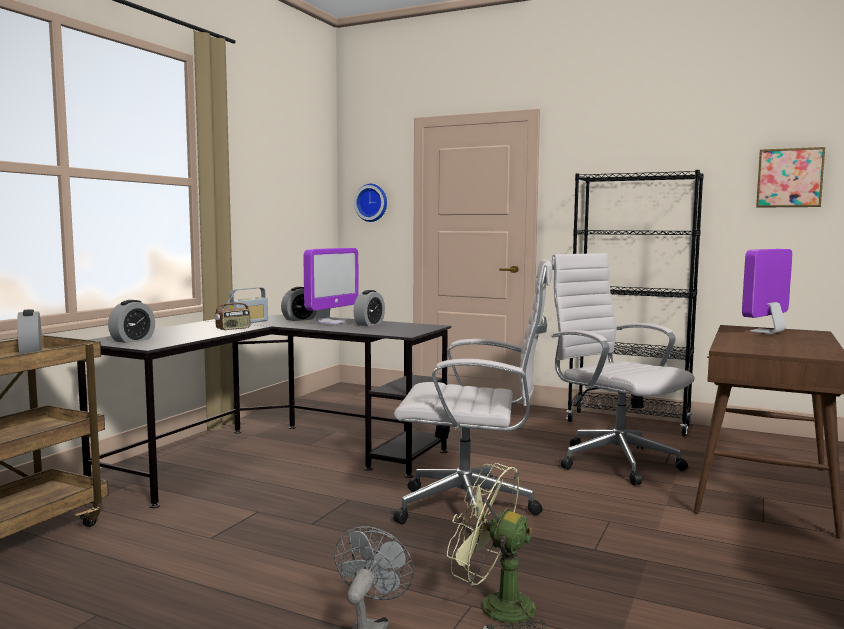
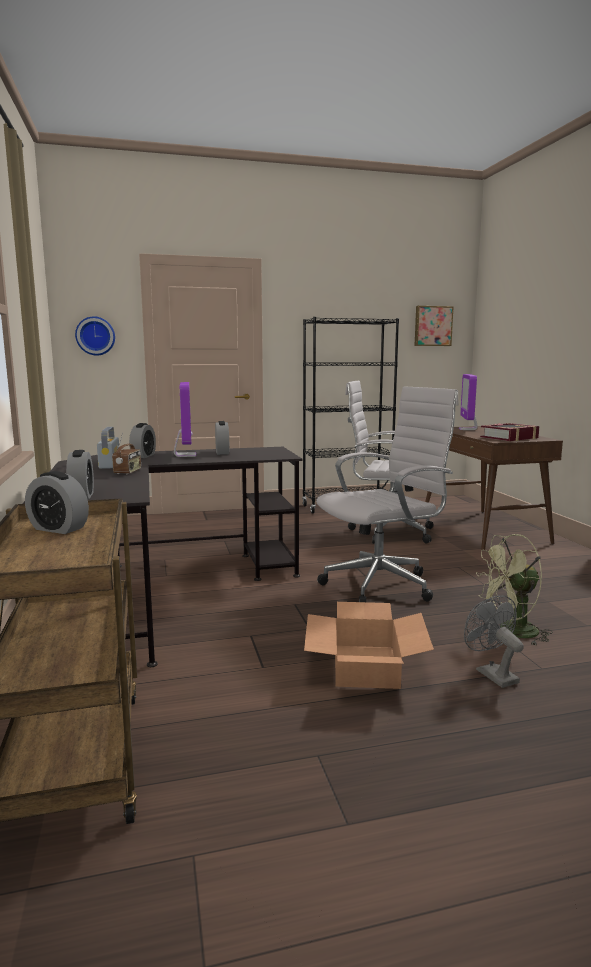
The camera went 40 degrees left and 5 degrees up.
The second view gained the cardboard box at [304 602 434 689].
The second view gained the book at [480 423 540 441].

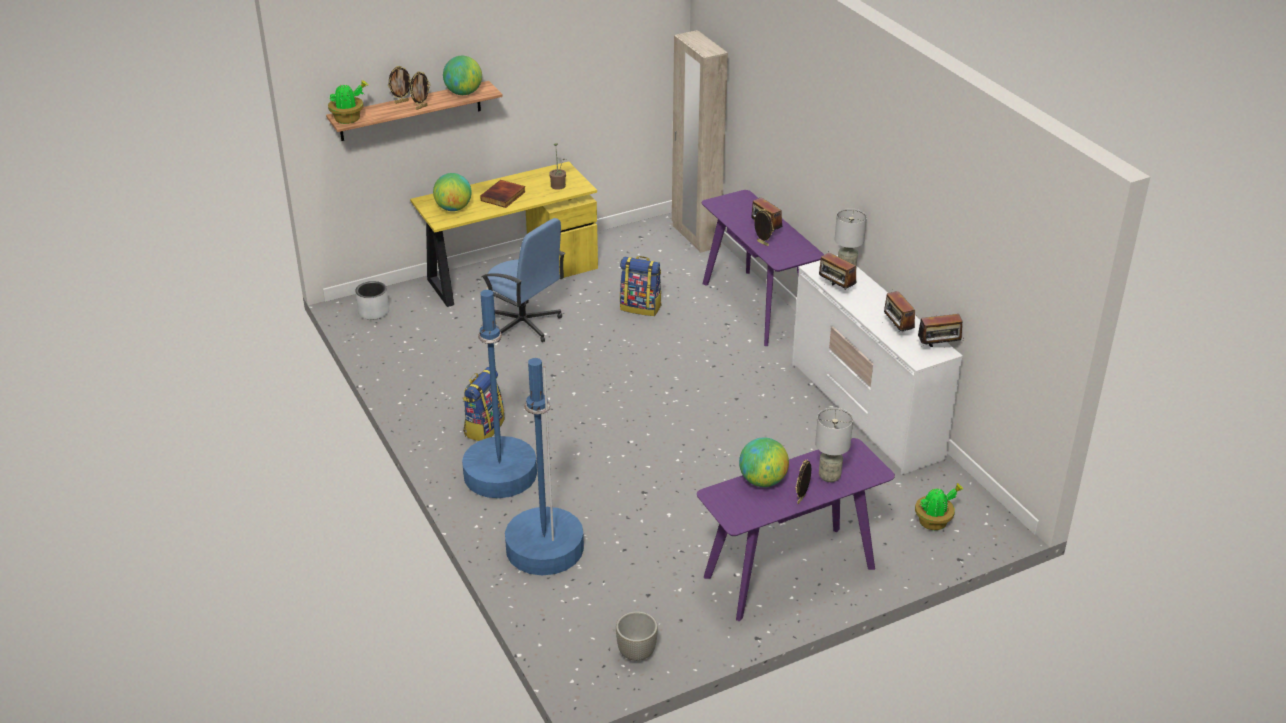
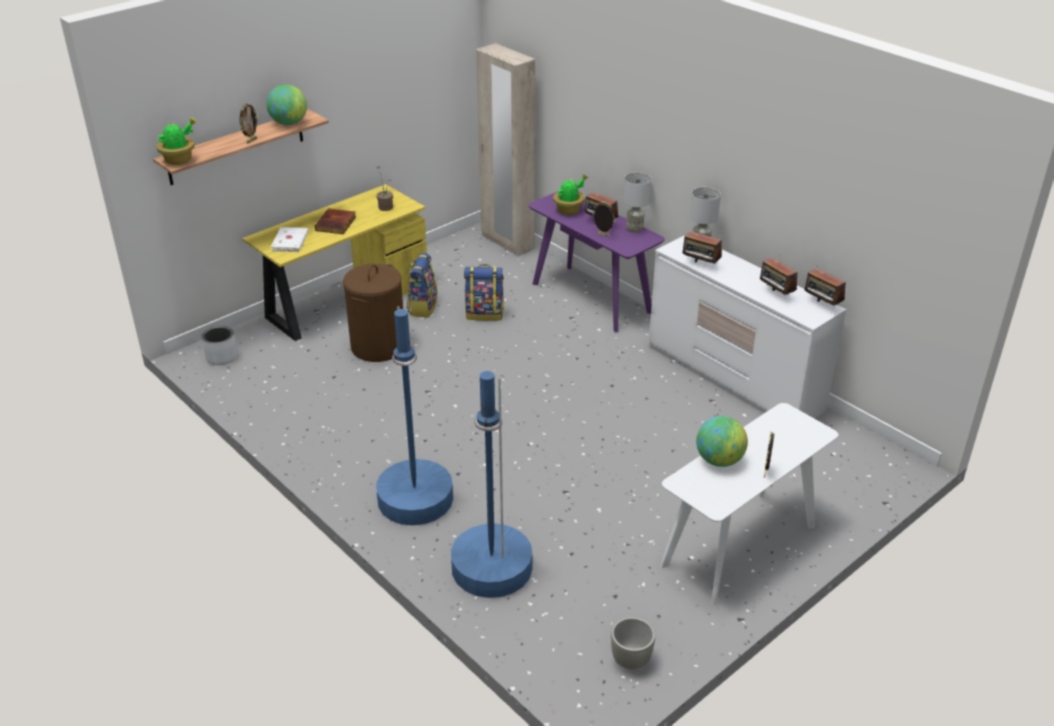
The camera went 15 degrees left and 0 degrees up.
Where the globe stood at [433 173 472 211], the book (white) came to stand at [271 227 309 252].
Where the office chair (blue) stood at [481 218 565 342], the laundry basket (brown) came to stand at [343 264 403 362].
The backpack ended up elsewhere, having gone from [463 367 505 441] to [407 253 438 318].
The potted plant ended up elsewhere, having gone from [915 483 964 530] to [553 174 588 215].
The table lamp (grey) ended up elsewhere, having gone from [815 407 853 482] to [623 172 652 233].
What was the console table (purple) at [697 438 895 621] turned into the console table (white) at [660 403 838 605].
The radio at [918 314 964 347] ended up facing another way, 75 degrees clockwise from before.
The second view lost the picture frame at [388 66 412 104].

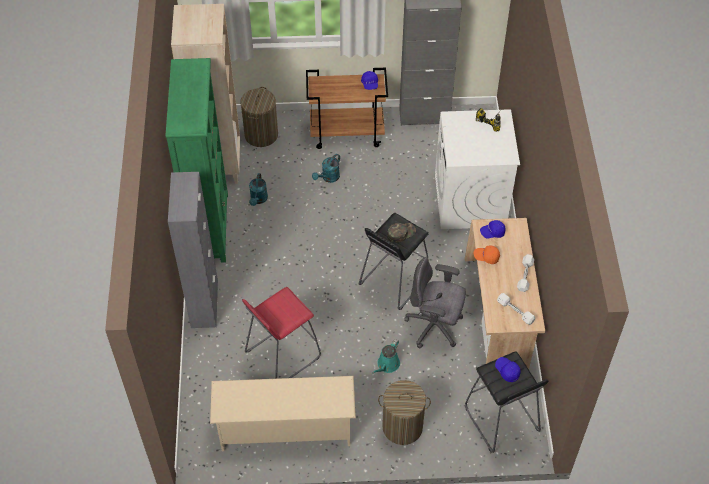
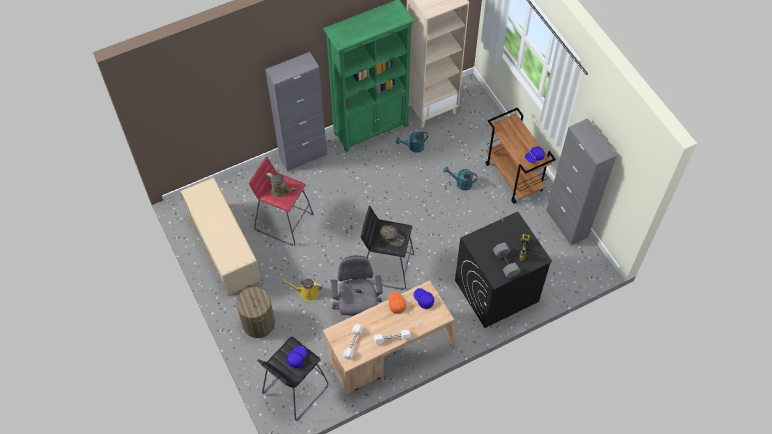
The camera went 65 degrees right and 5 degrees up.
The second view gained the watering can (brown) at [265 173 300 198].
What was the watering can (turquoise) at [372 339 400 374] turned into the watering can (yellow) at [281 278 323 301].
What was the washing machine (white) at [435 109 520 229] turned into the washing machine (black) at [455 212 553 328].
The second view gained the dumbbell (grey) at [493 242 521 279].
The second view lost the laundry basket at [240 87 278 147].

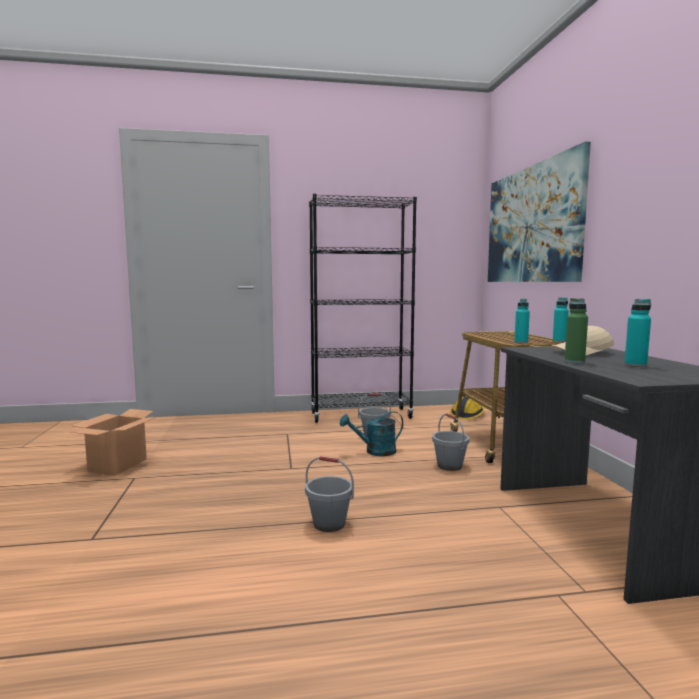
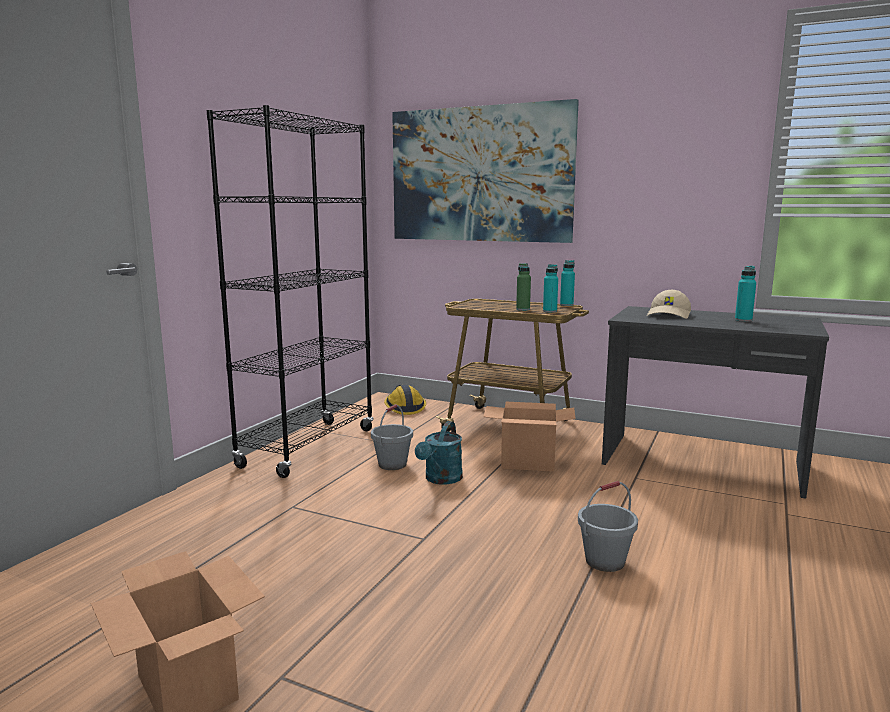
The camera went 55 degrees left and 5 degrees up.
Where the bucket (grey) stood at [432 413 469 471], the cardboard box came to stand at [483 402 576 472].
The bottle (green) ended up elsewhere, having gone from [564 298 588 363] to [516 263 531 311].

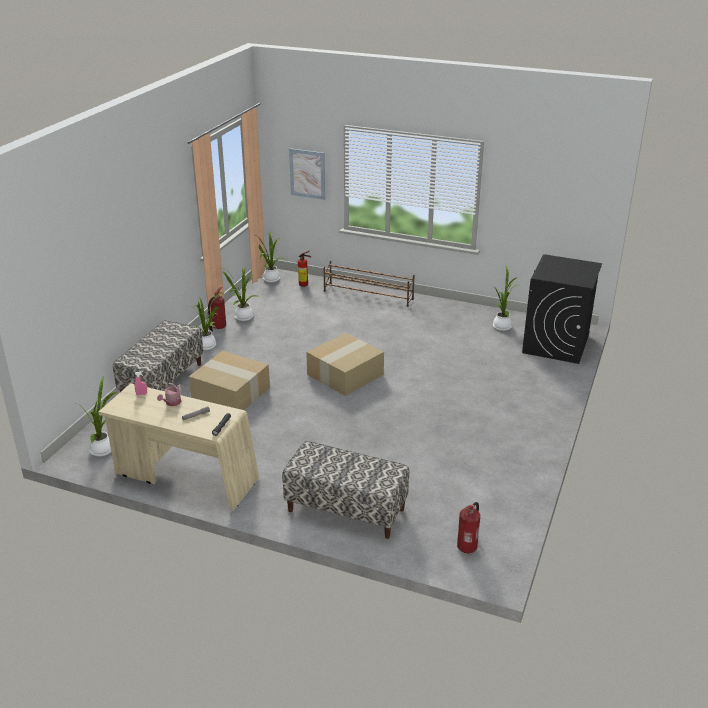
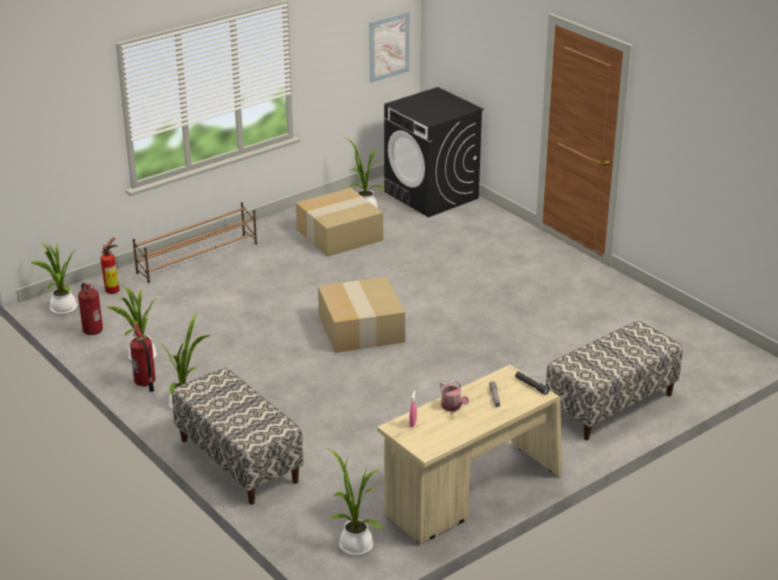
The camera went 60 degrees left and 0 degrees up.
The fire extinguisher ended up elsewhere, having gone from [457 502 480 554] to [78 283 103 335].
The cardboard box ended up elsewhere, having gone from [189 351 270 410] to [296 188 383 257].
The picture ended up elsewhere, having gone from [289 148 325 200] to [369 12 410 83].

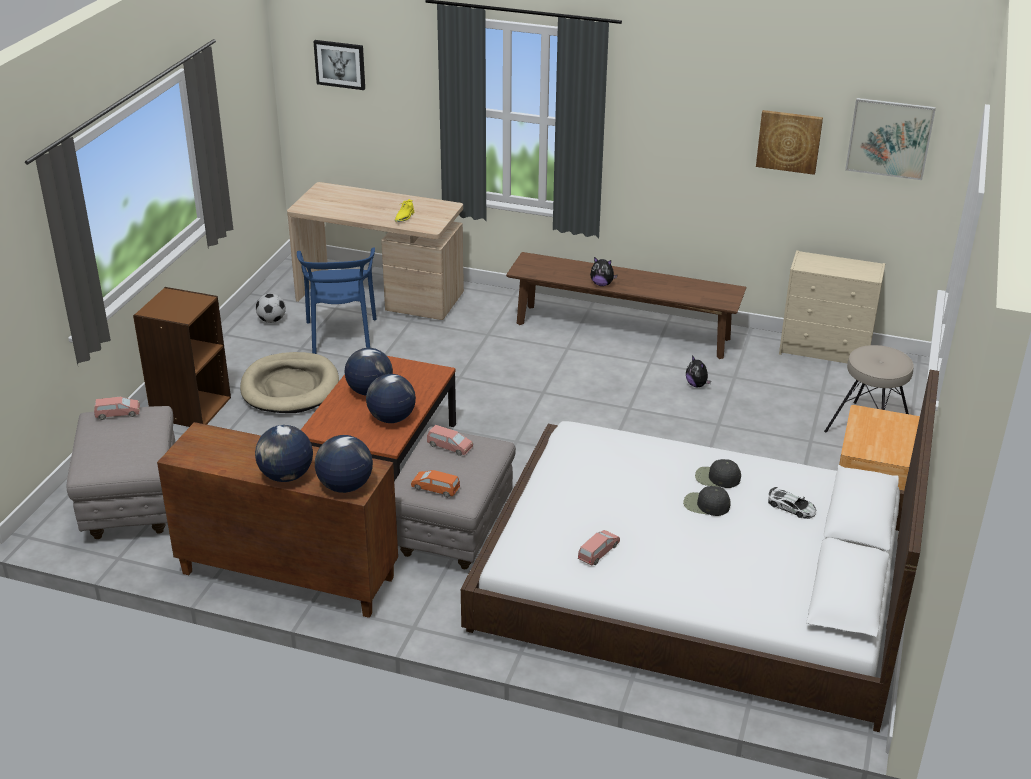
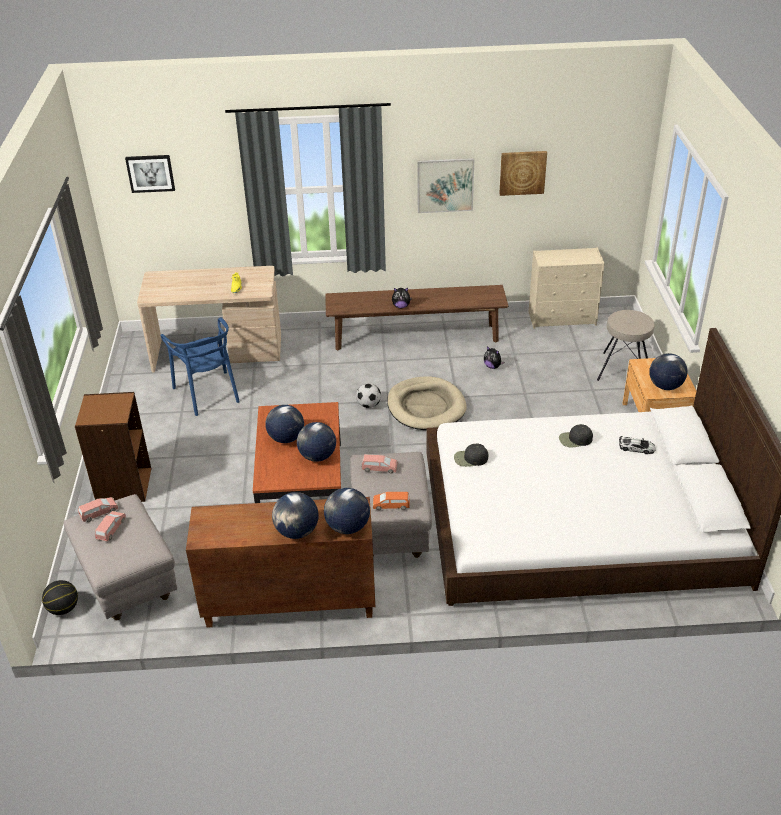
The camera went 20 degrees left and 5 degrees up.
The second view gained the basketball at [42 580 78 615].
The toy car (pink) ended up elsewhere, having gone from [578 530 620 566] to [95 511 126 542].
The football ended up elsewhere, having gone from [256 293 286 323] to [356 383 381 408].
The dog bed (beige) ended up elsewhere, having gone from [240 352 339 413] to [387 376 466 430].
The picture ended up elsewhere, having gone from [845 98 936 180] to [417 158 474 213].
The cap (black) ended up elsewhere, having gone from [683 486 731 516] to [454 444 489 467].
The second view gained the globe at [649 353 688 390].

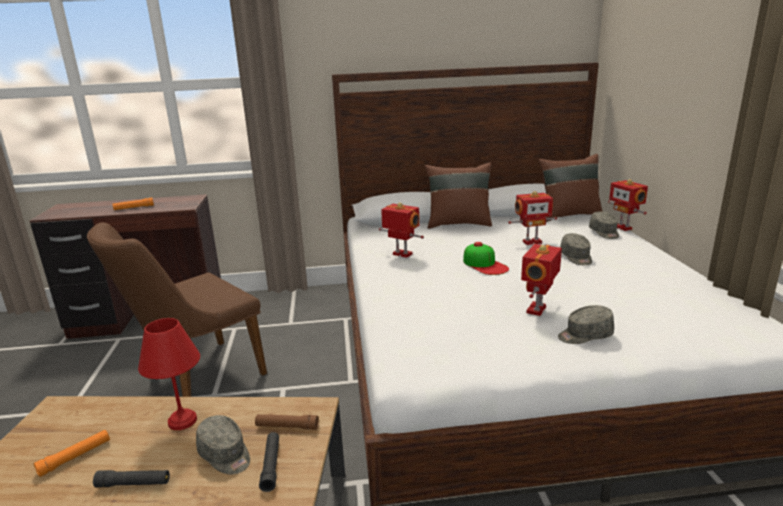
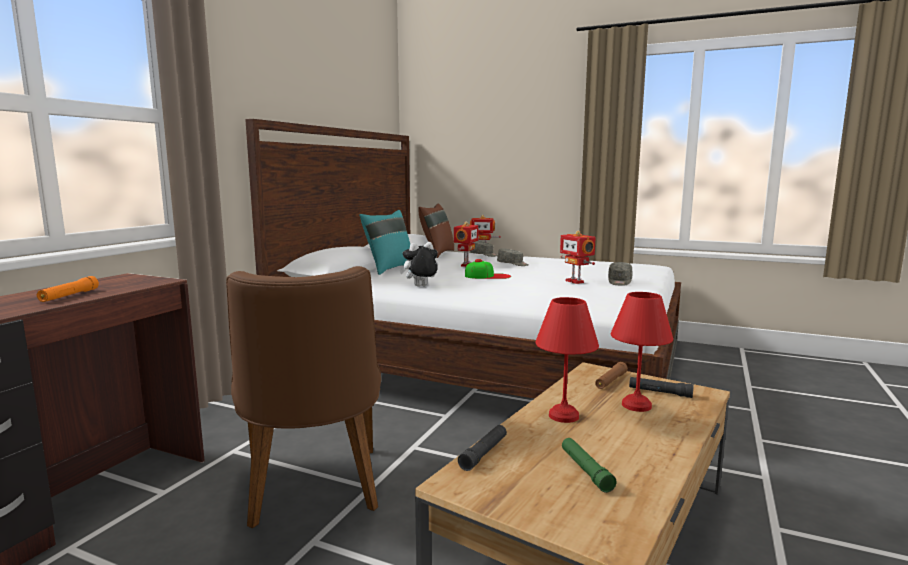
The camera went 60 degrees left and 10 degrees down.
What was the pillow (brown) at [425 162 492 229] turned into the pillow (turquoise) at [359 210 410 275].
Where the toy robot stood at [379 202 424 258], the plush toy came to stand at [400 242 438 286].
The flashlight (black) ended up elsewhere, having gone from [93 470 170 488] to [458 425 507 471].
What was the flashlight (orange) at [34 430 110 477] turned into the flashlight (green) at [562 438 616 493].
Where the cap (grey) stood at [196 415 250 474], the table lamp (red) came to stand at [611 292 673 412].

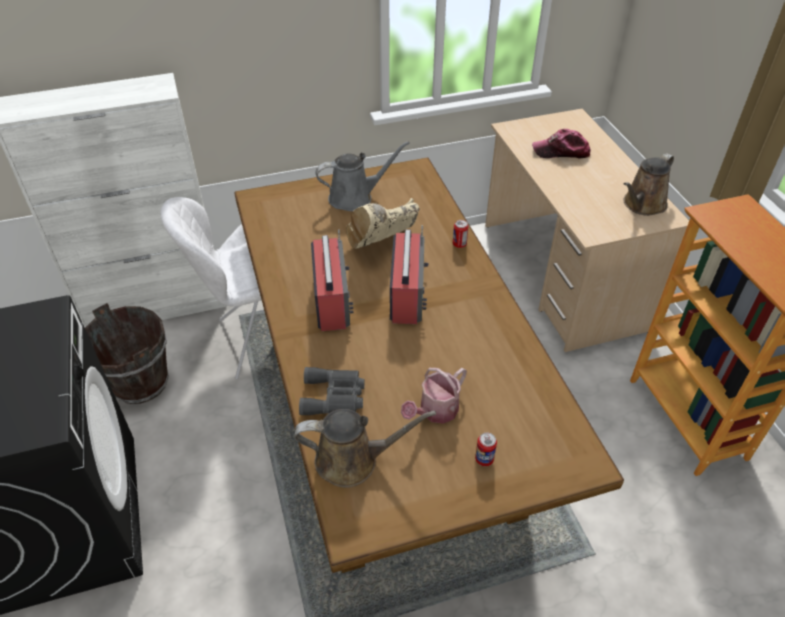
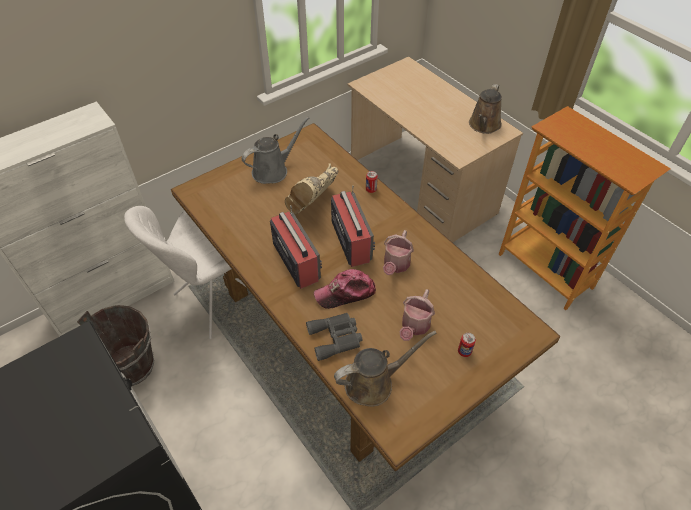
The camera went 20 degrees left and 5 degrees up.
The cap ended up elsewhere, having gone from [532 129 591 159] to [314 269 376 309].
The second view gained the watering can at [383 230 414 275].

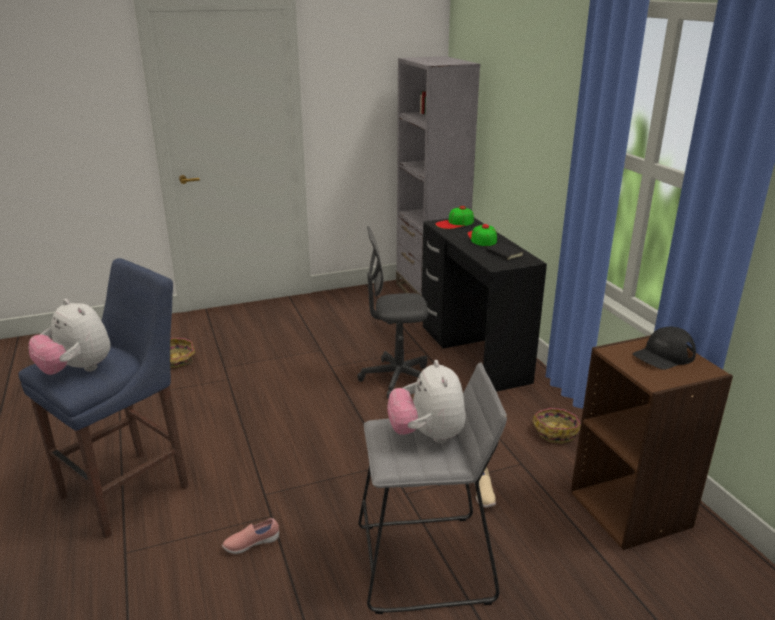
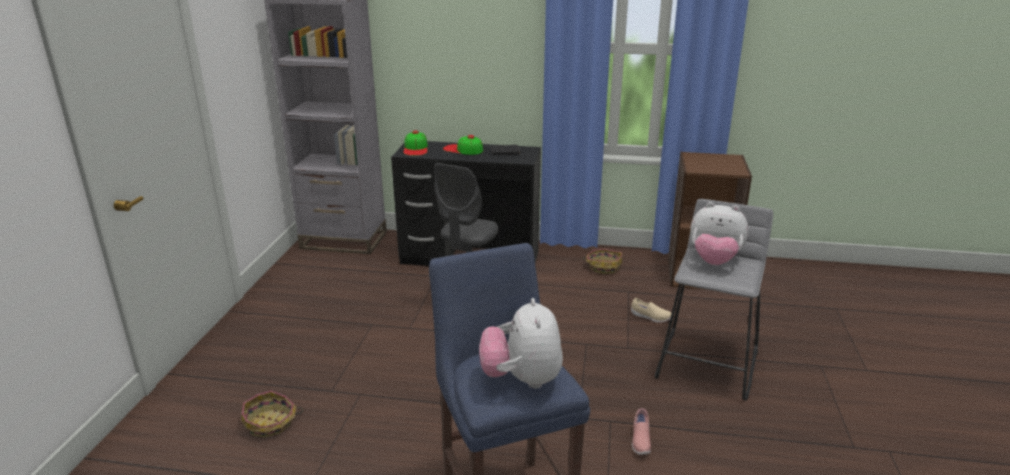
The camera went 60 degrees left and 0 degrees up.
The plush toy at [28 299 111 375] ended up facing another way, 105 degrees clockwise from before.
The second view lost the cap (black) at [632 327 696 370].

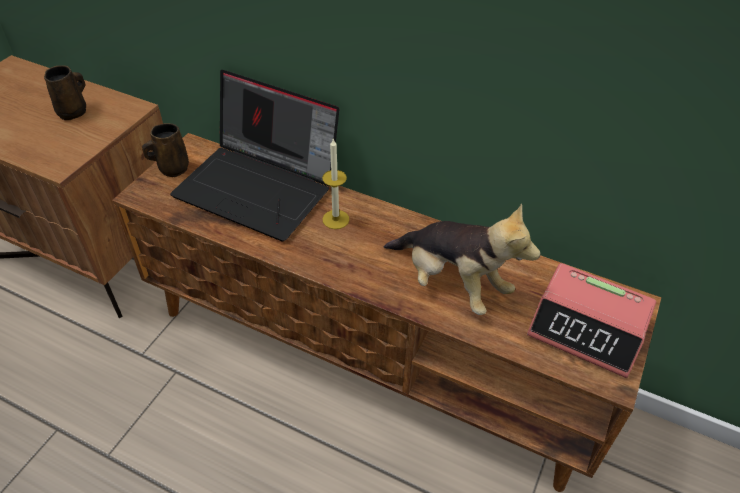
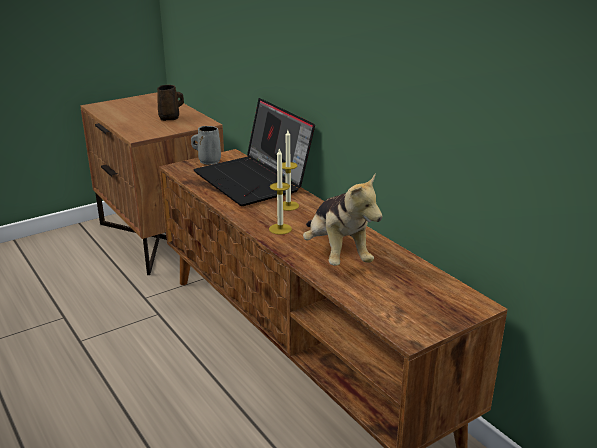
The camera went 30 degrees right and 20 degrees down.
What was the mug (brown) at [142 123 189 177] turned into the mug (grey) at [191 126 221 165].
The second view gained the candle at [269 148 292 235].
The second view lost the alarm clock at [527 263 656 378].

